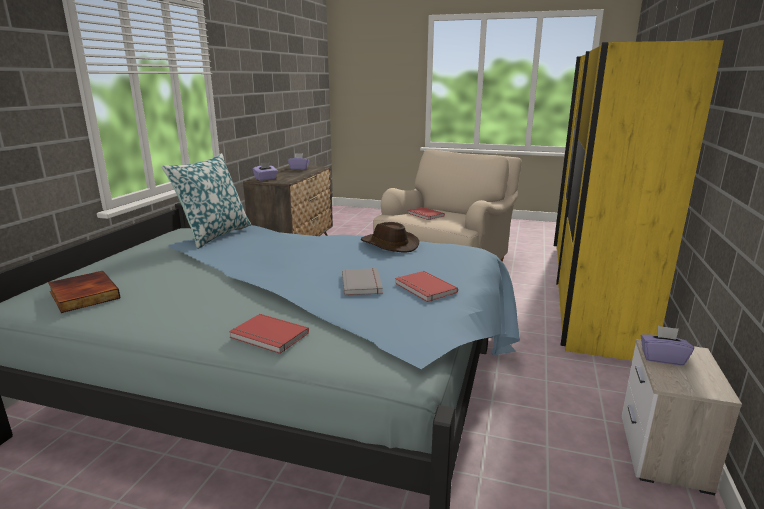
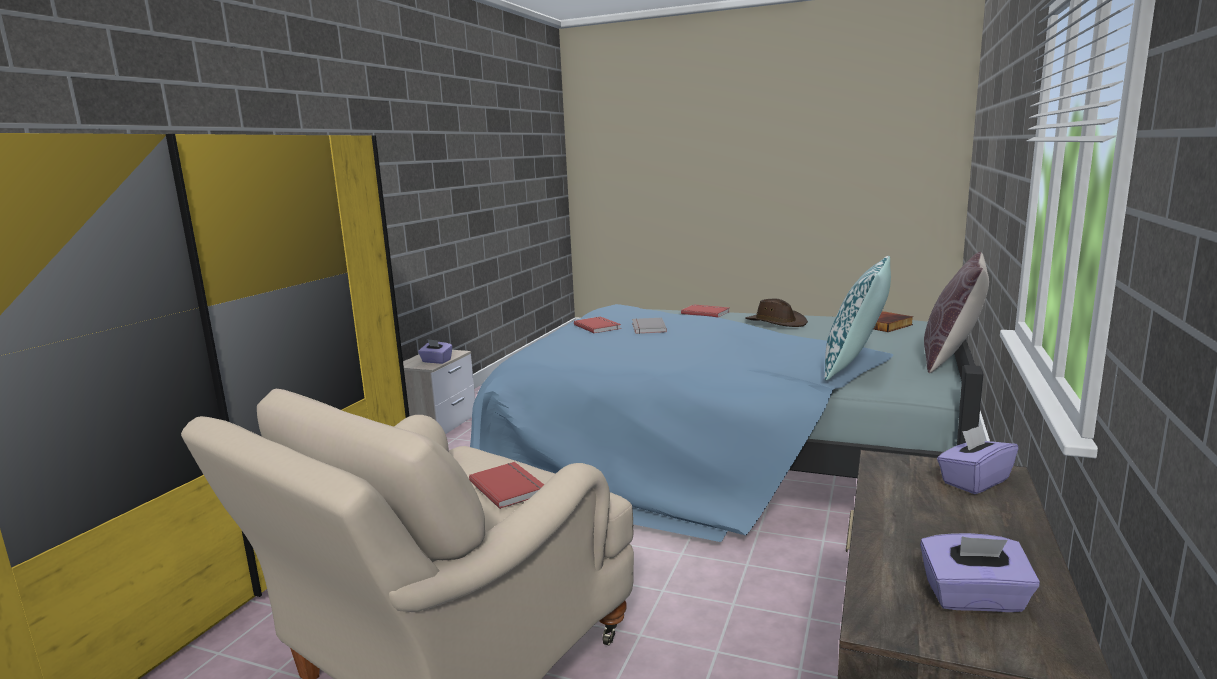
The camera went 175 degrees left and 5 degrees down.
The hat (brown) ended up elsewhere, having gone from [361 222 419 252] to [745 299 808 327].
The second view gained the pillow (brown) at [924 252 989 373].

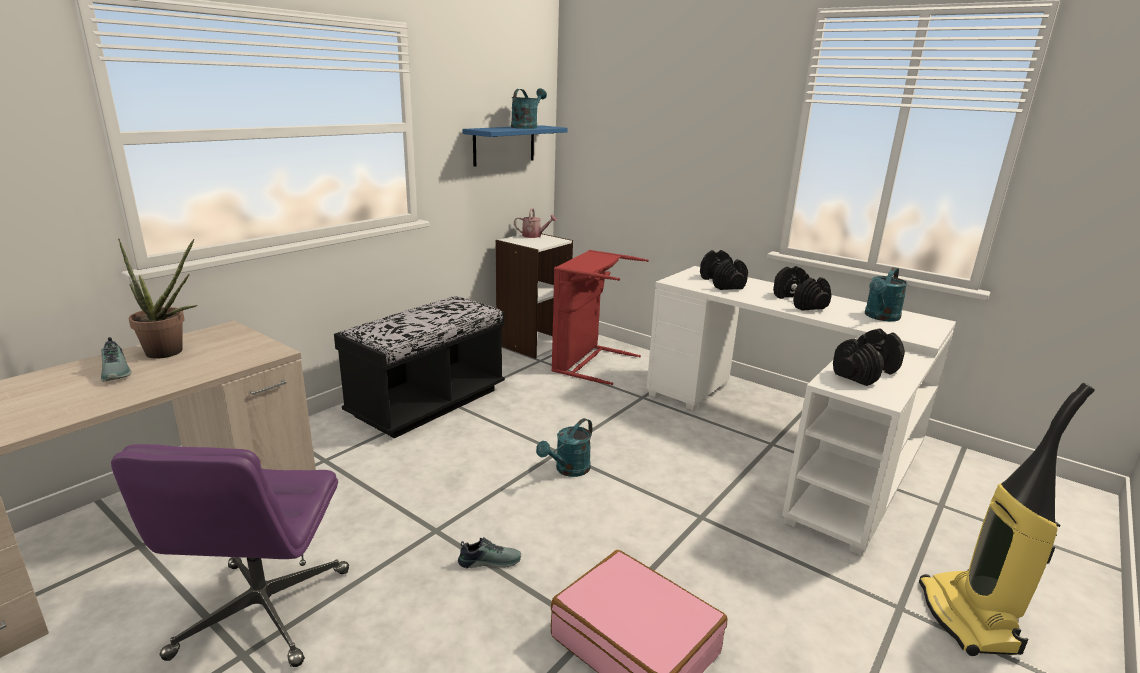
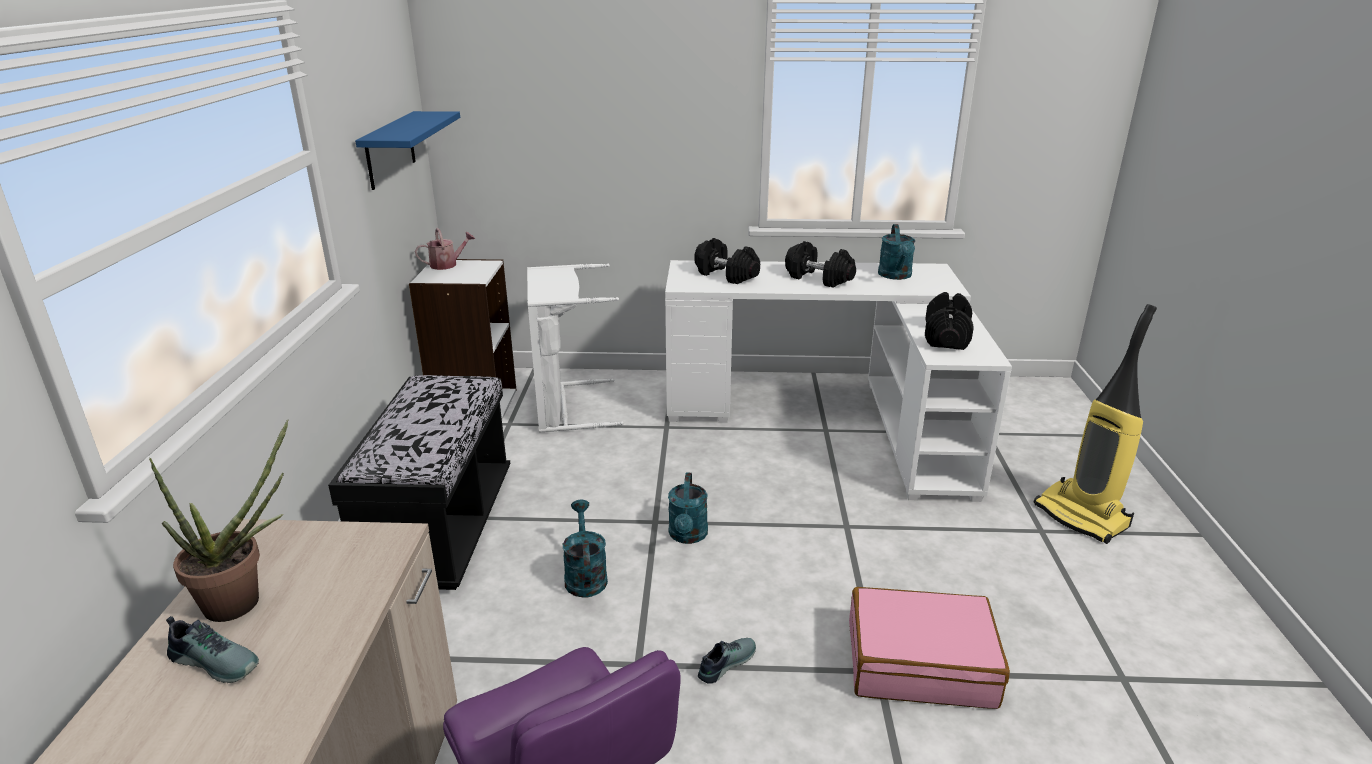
The camera went 35 degrees left and 5 degrees up.
What was the laundry basket (red) at [551 250 649 385] turned into the laundry basket (white) at [527 264 624 433].
The watering can (turquoise) ended up elsewhere, having gone from [511 88 547 129] to [563 500 608 598].

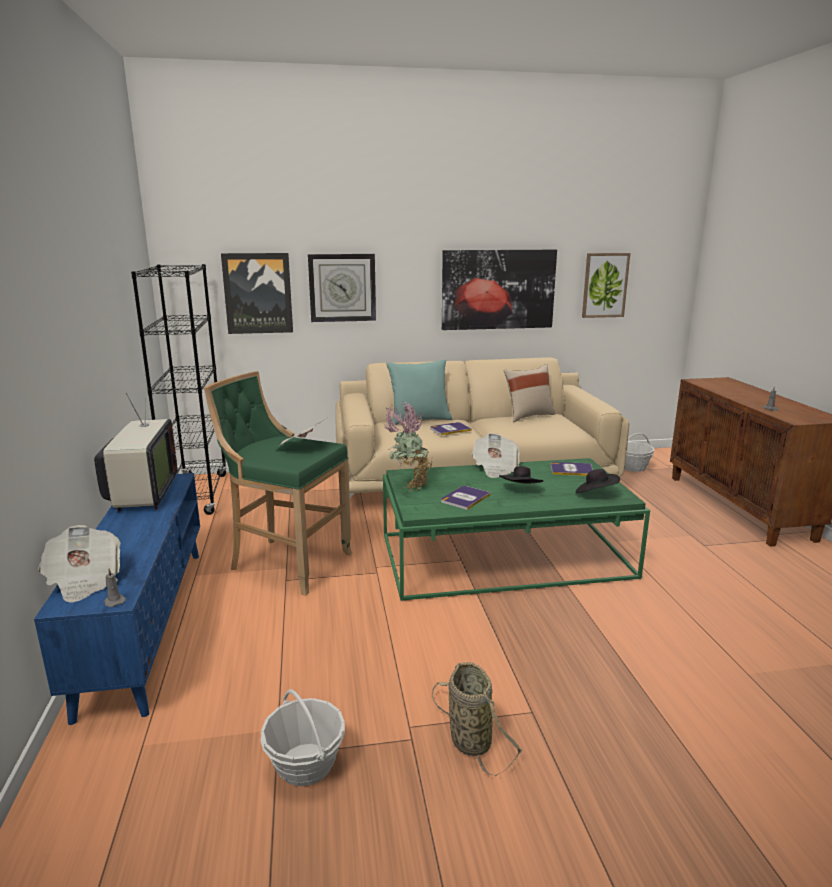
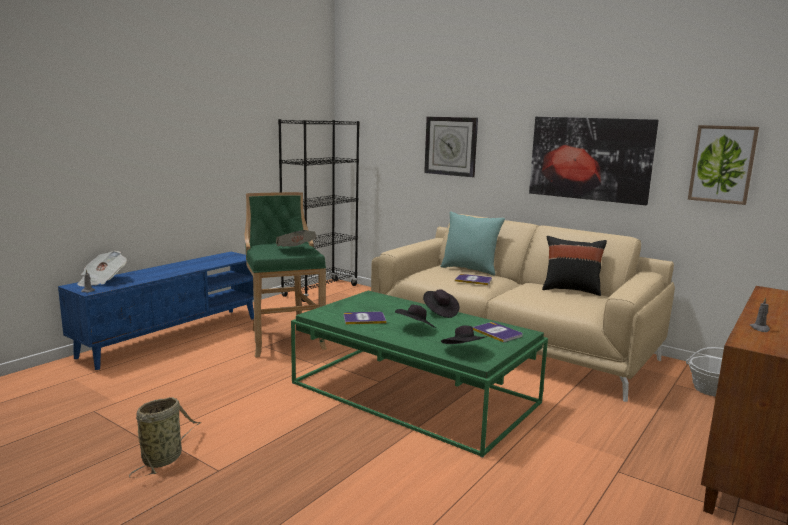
The camera went 45 degrees right and 5 degrees down.
Where the newspaper stood at [472 433 520 478], the hat (black) came to stand at [423 289 459 318].
What was the pillow (beige) at [504 364 555 422] turned into the pillow (black) at [542 236 607 296].
The second view lost the television at [94 374 178 512].
The second view lost the picture at [221 253 293 334].
The second view lost the basket at [260 689 345 786].
The second view lost the potted plant at [383 401 432 491].

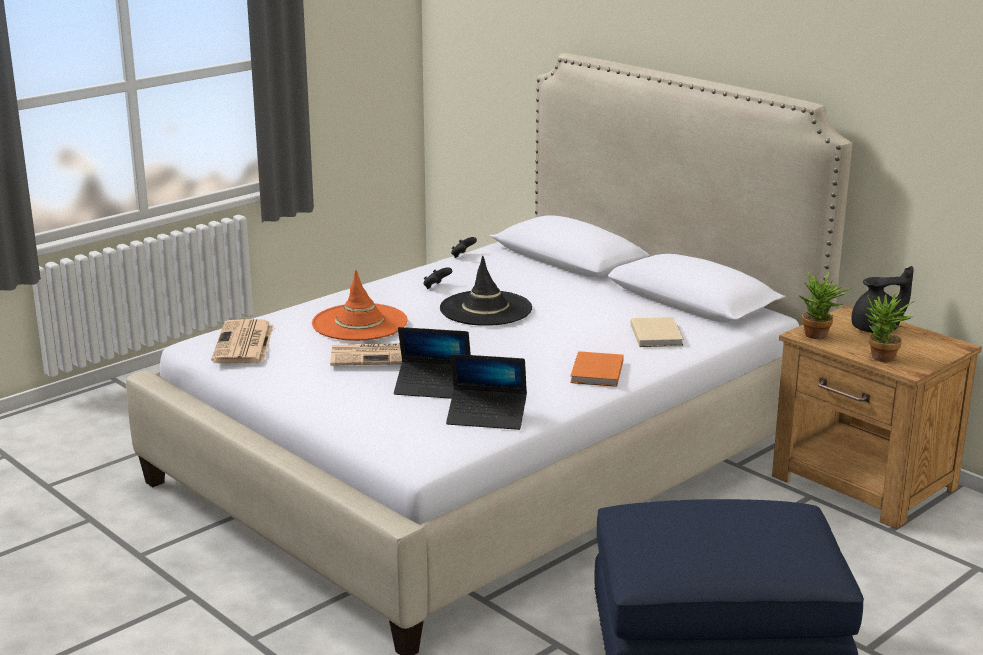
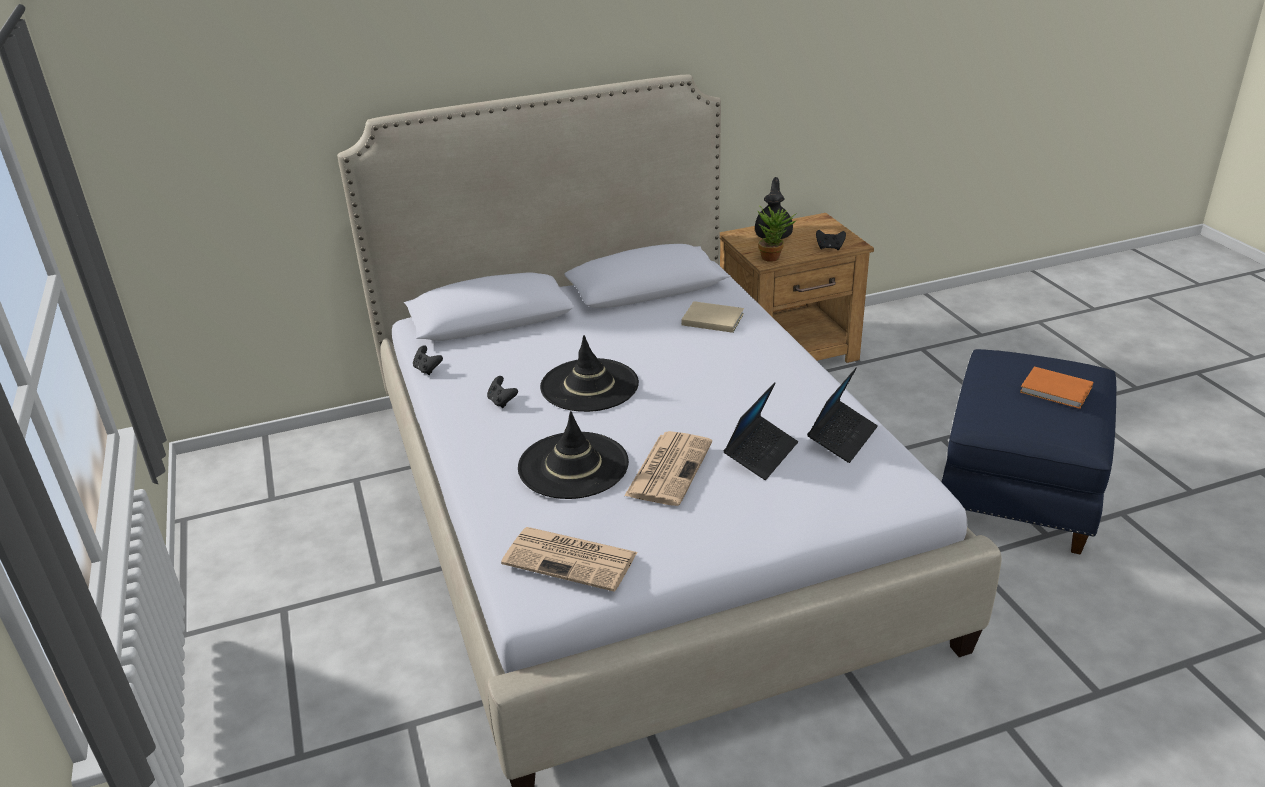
The camera went 65 degrees left and 10 degrees up.
What was the hat (orange) at [312 270 408 341] turned into the hat (black) at [518 411 629 499].
Where the potted plant stood at [865 291 915 362], the game controller (black) came to stand at [816 230 846 250].
The book (orange) ended up elsewhere, having gone from [570 351 624 387] to [1020 366 1093 409].

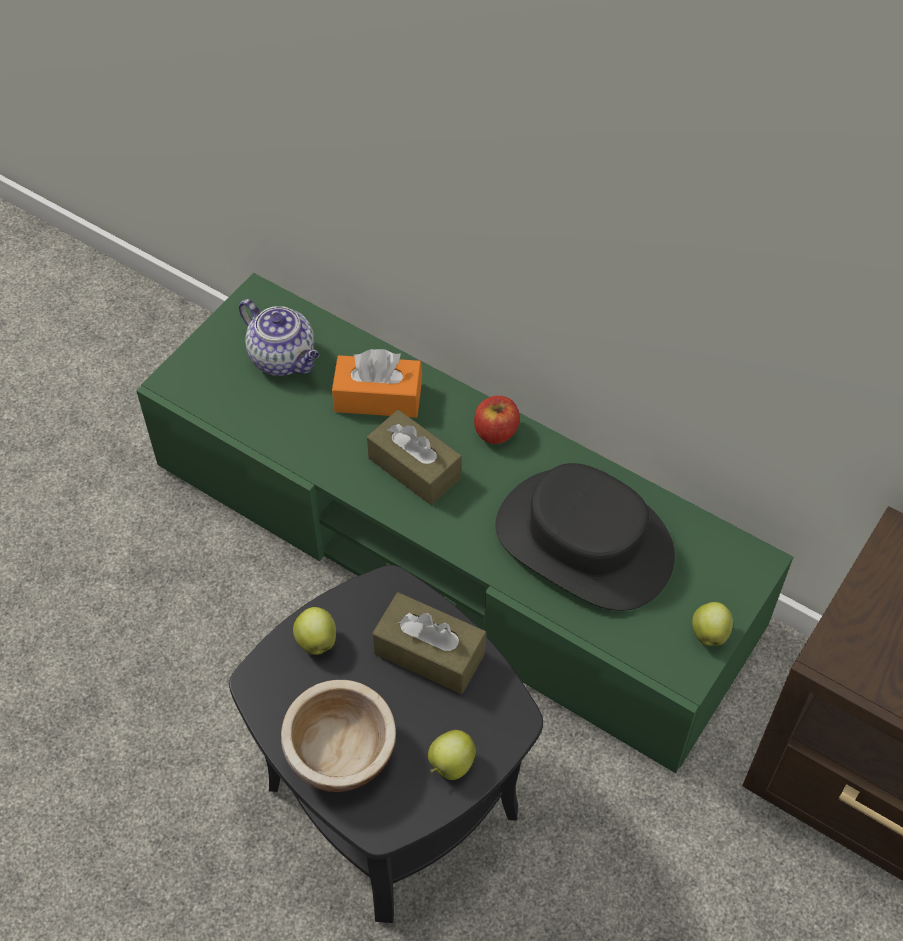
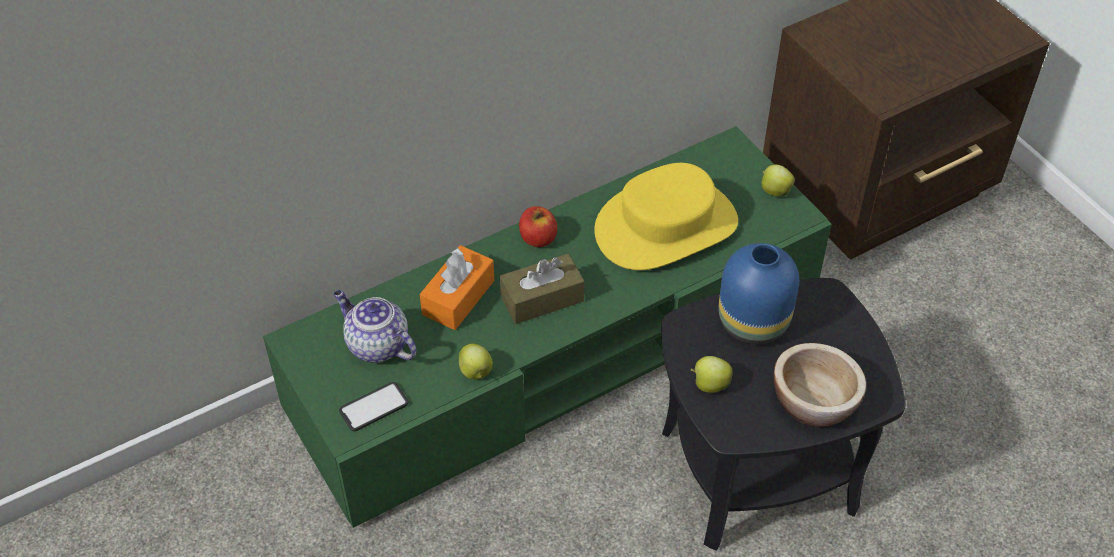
The camera went 65 degrees left and 5 degrees down.
The teapot at [239 299 319 376] ended up facing another way, 120 degrees counterclockwise from before.
The second view gained the phone at [339 382 409 431].
The apple ended up elsewhere, having gone from [428 730 476 780] to [459 343 493 379].
What was the hat (black) at [495 463 675 611] turned into the hat (yellow) at [594 163 738 270].
Where the tissue box (brown) stood at [372 592 486 694], the vase (blue) came to stand at [718 243 799 344].

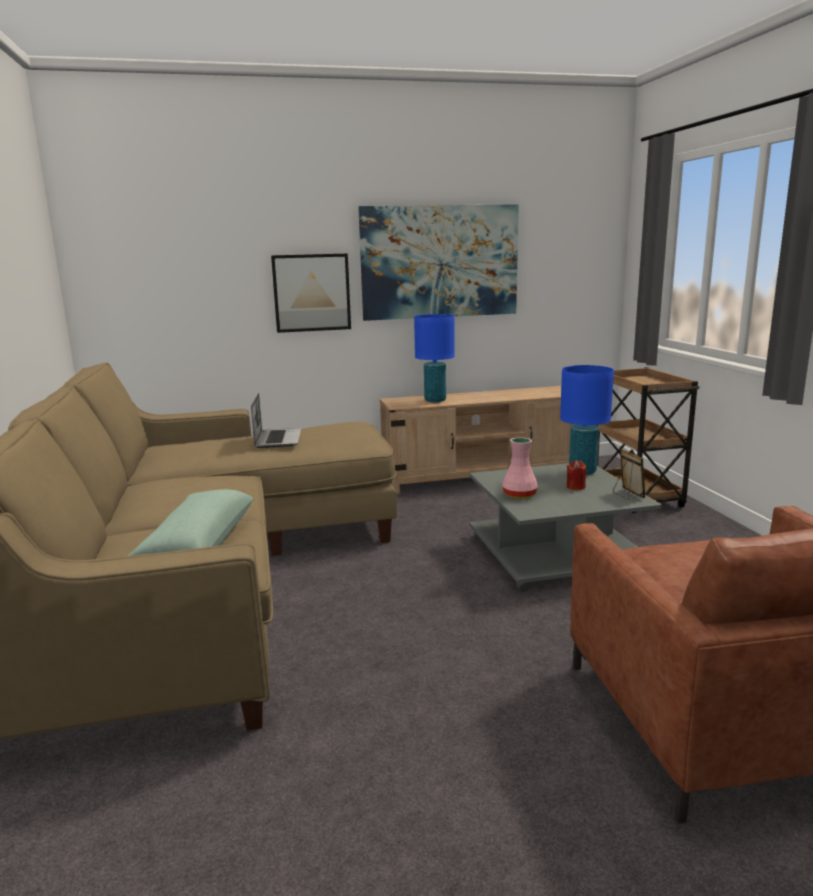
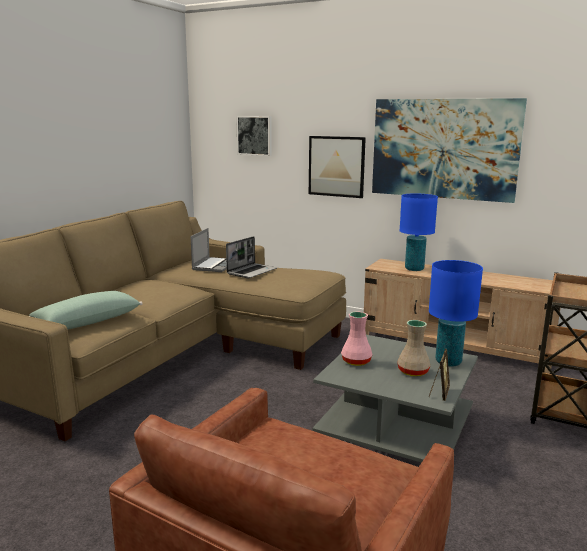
The camera went 40 degrees right and 0 degrees up.
The second view gained the laptop at [190 228 227 272].
The second view gained the picture at [236 116 272 156].
Where the candle (red) stood at [567 460 587 490], the vase (beige) came to stand at [398 320 430 377].

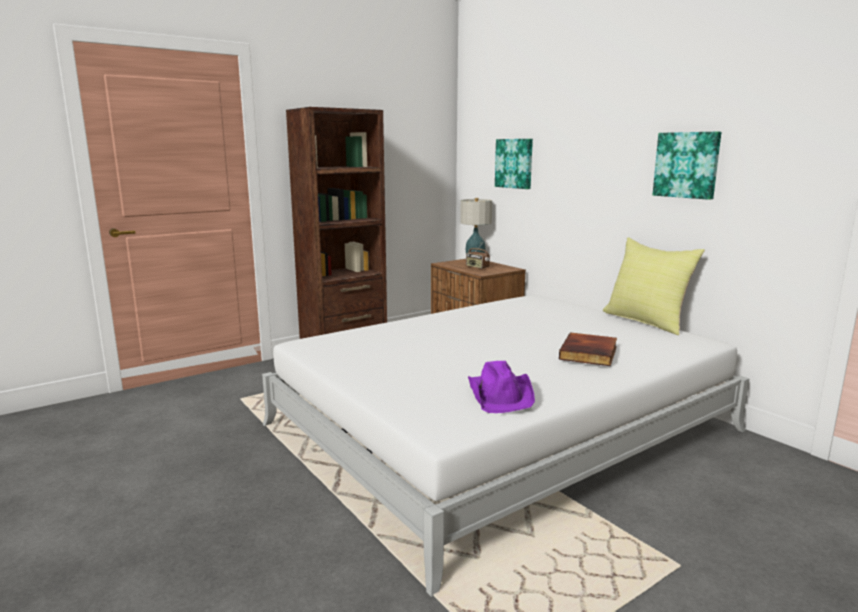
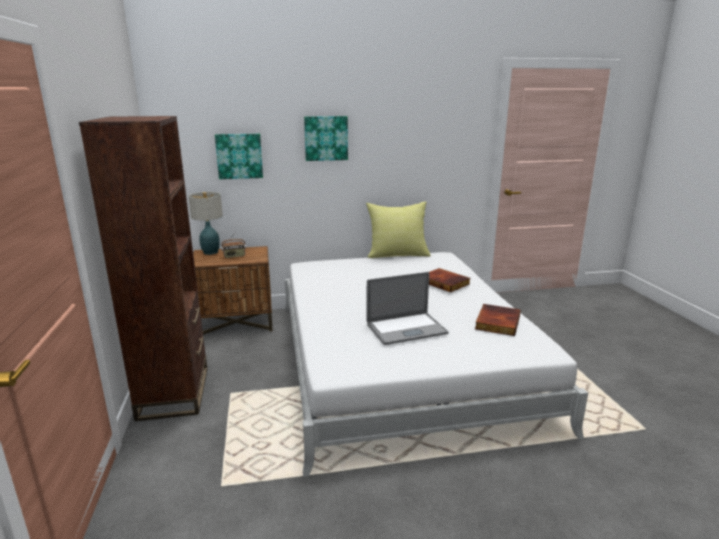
The camera went 65 degrees left and 5 degrees up.
The picture ended up elsewhere, having gone from [653 131 721 200] to [304 116 348 161].
The second view gained the laptop at [366 272 449 345].
Where the hat (purple) stood at [468 361 535 413], the book came to stand at [475 304 521 336].

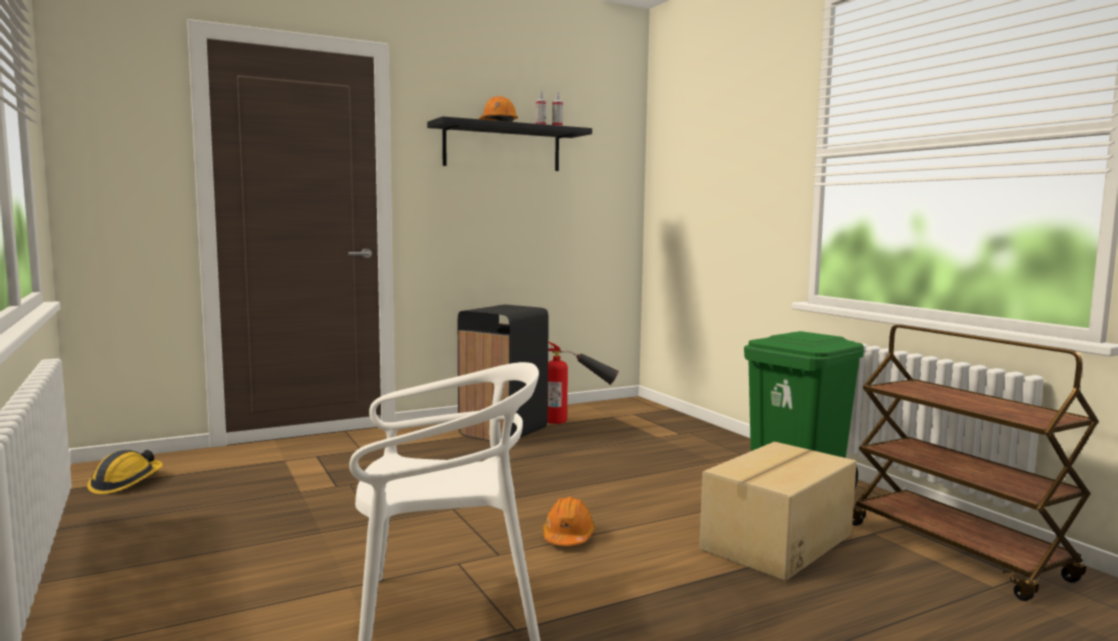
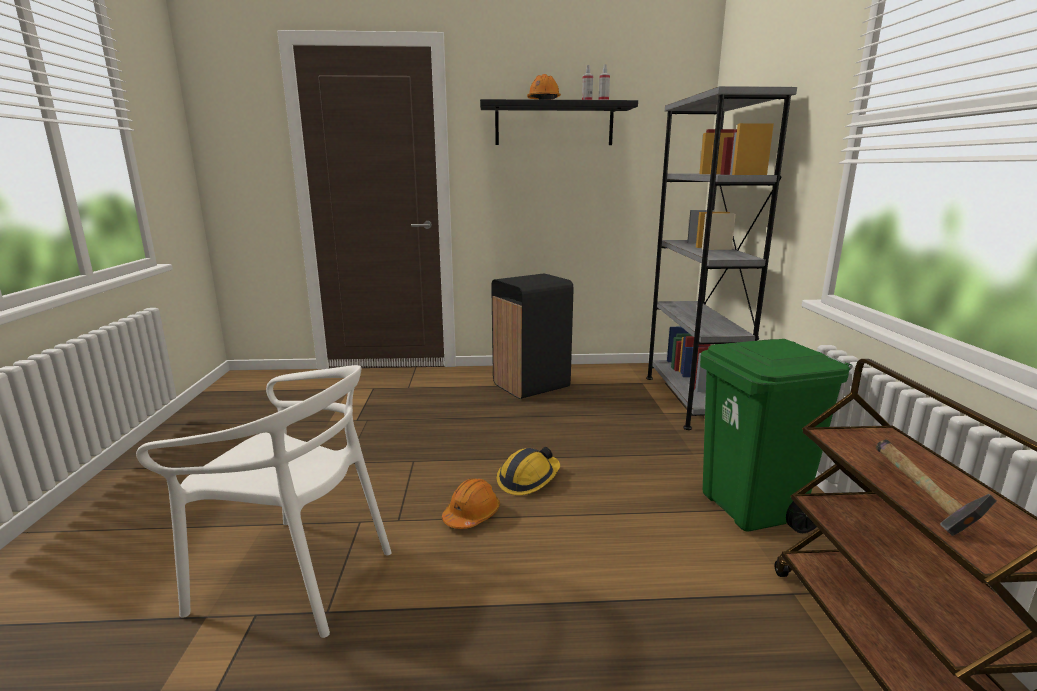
The camera went 25 degrees right and 10 degrees up.
The hard hat ended up elsewhere, having gone from [87 450 163 494] to [496 447 560 495].
The second view gained the bookcase (grey) at [646 86 797 430].
The second view gained the hammer at [876 439 996 536].
The second view lost the fire extinguisher at [547 341 619 424].
The second view lost the cardboard box at [699 442 857 581].

